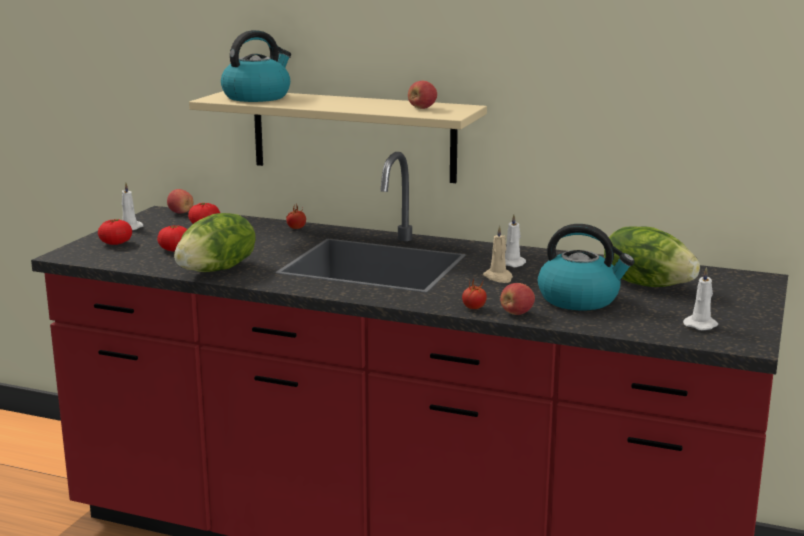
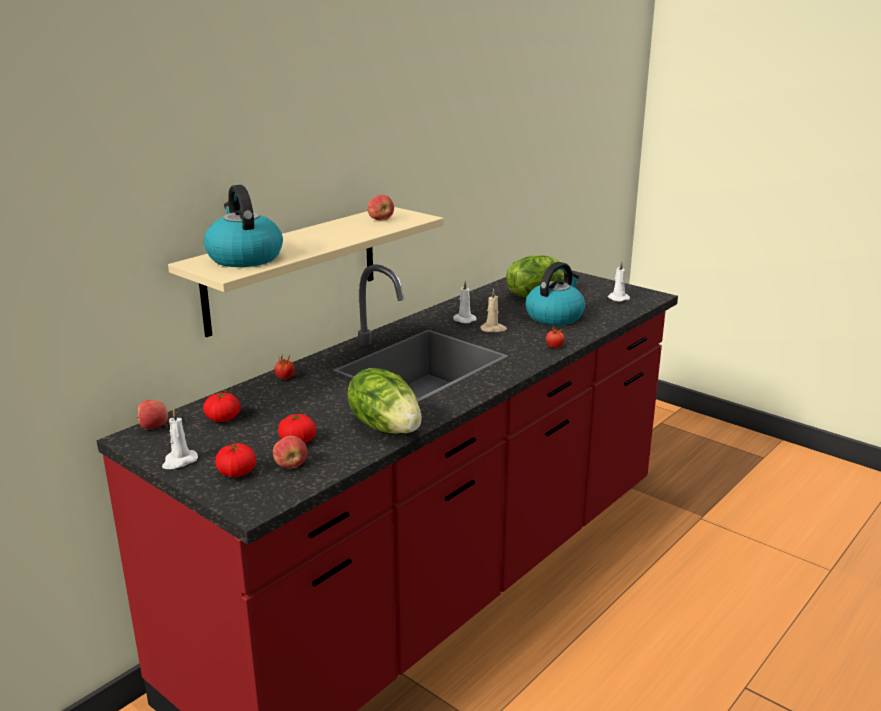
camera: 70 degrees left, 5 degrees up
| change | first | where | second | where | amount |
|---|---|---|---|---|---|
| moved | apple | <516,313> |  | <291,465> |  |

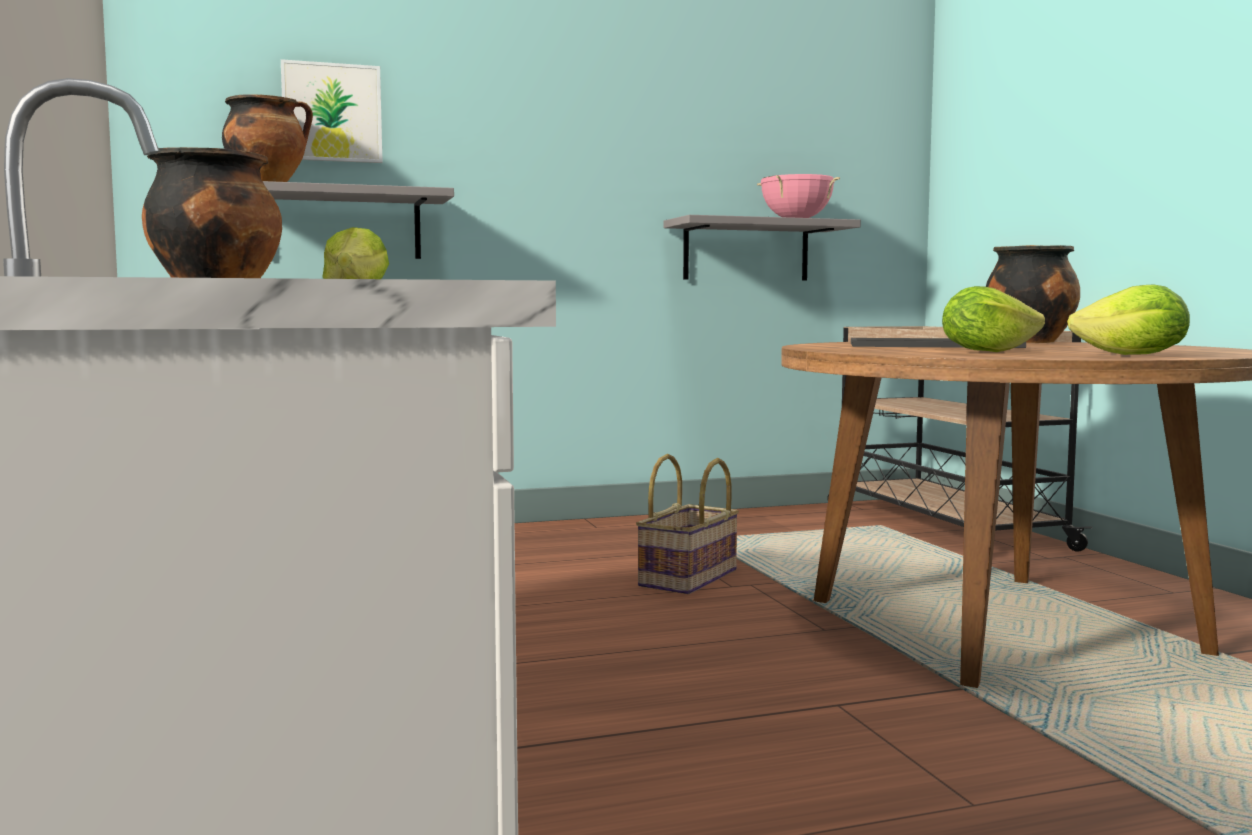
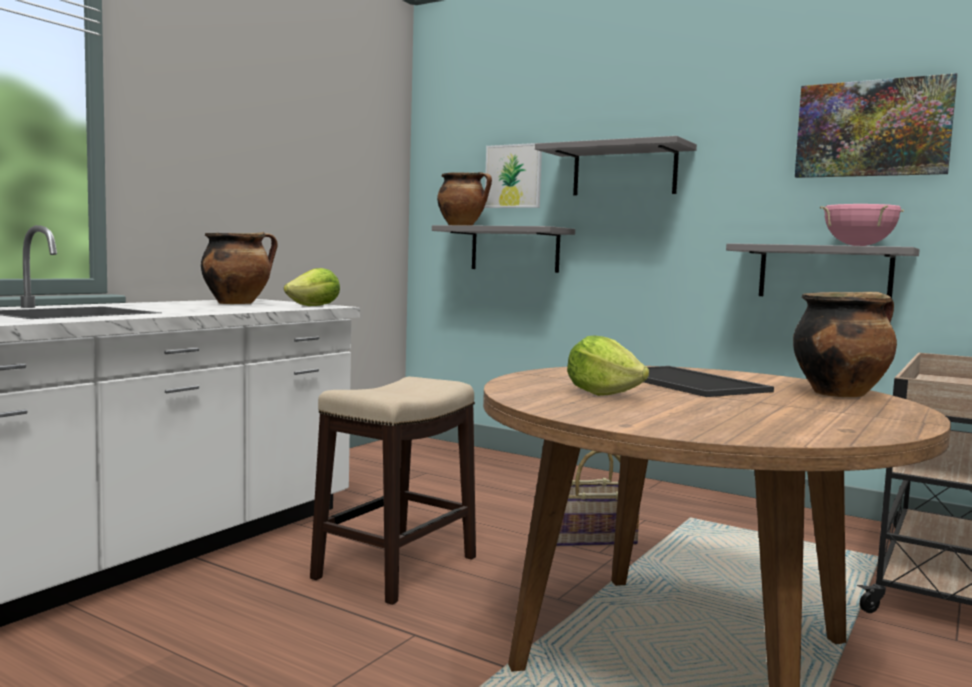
camera: 50 degrees right, 0 degrees up
| change | first | where | second | where | amount |
|---|---|---|---|---|---|
| removed | head of lettuce | <1133,355> |  |  |  |
| added |  |  | stool | <397,567> |  |
| added |  |  | gray bracket shelf | <624,171> |  |
| added |  |  | wall picture | <872,129> |  |

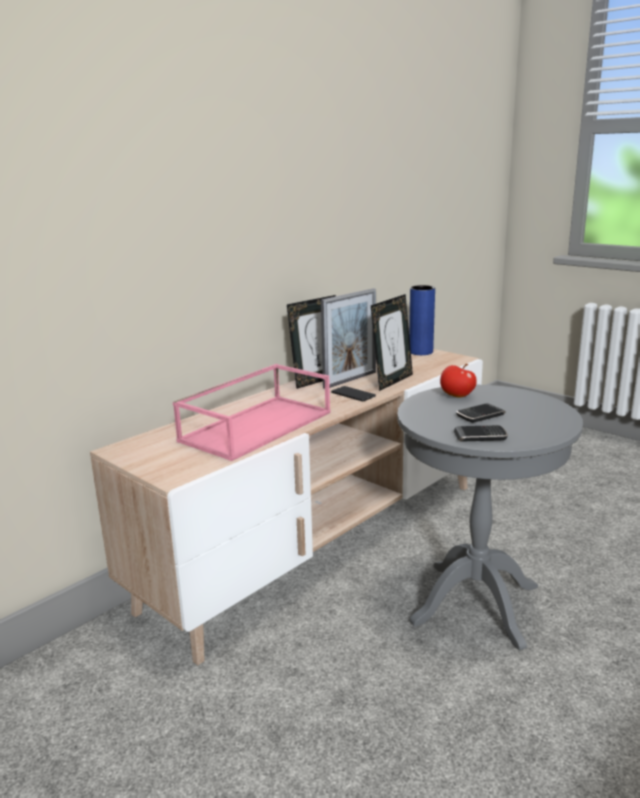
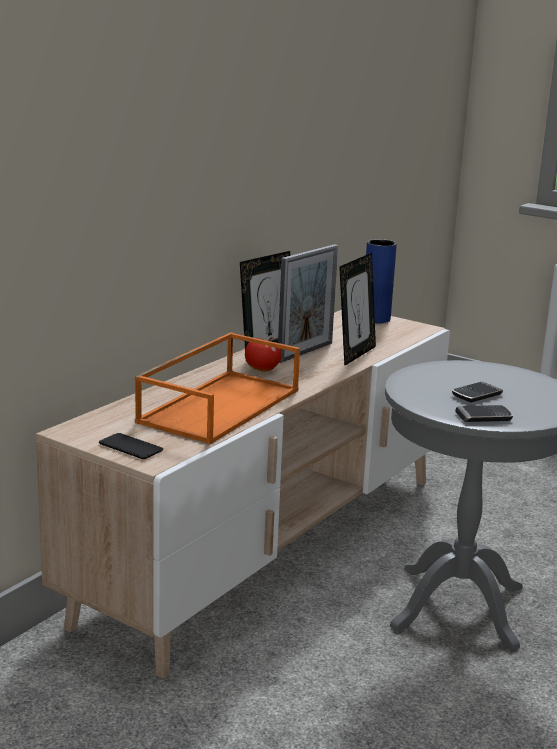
camera: 10 degrees left, 0 degrees up
| change | first | where | second | where | amount |
|---|---|---|---|---|---|
| moved | phone | <353,394> |  | <130,447> |  |
| moved | apple | <457,396> |  | <262,370> |  |
| recoloured | pink tray | <257,425> | orangey tray | <219,405> |  |

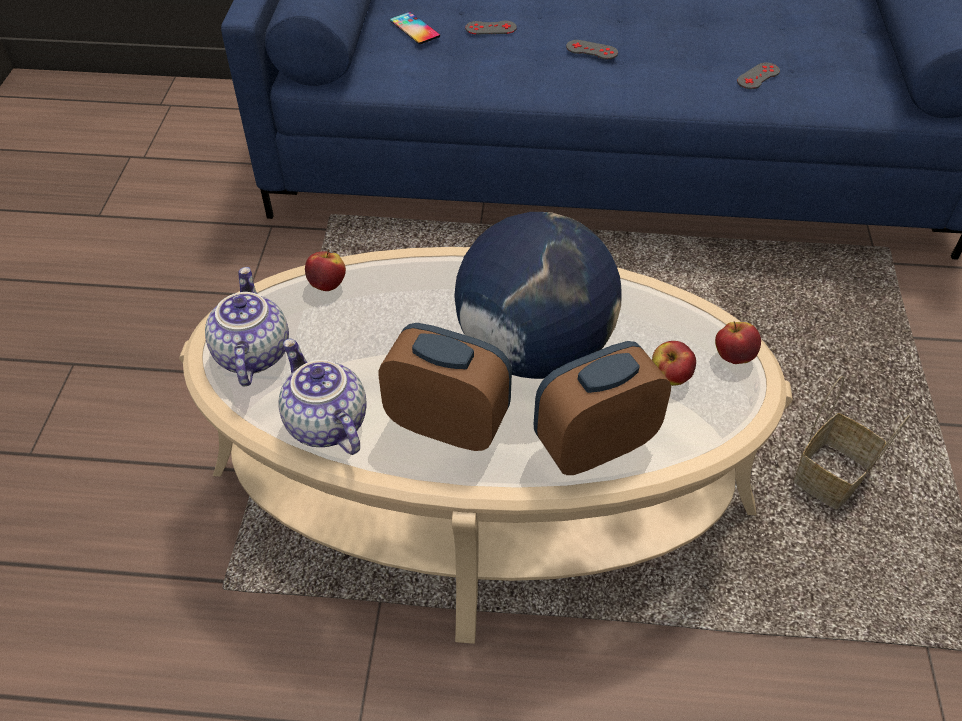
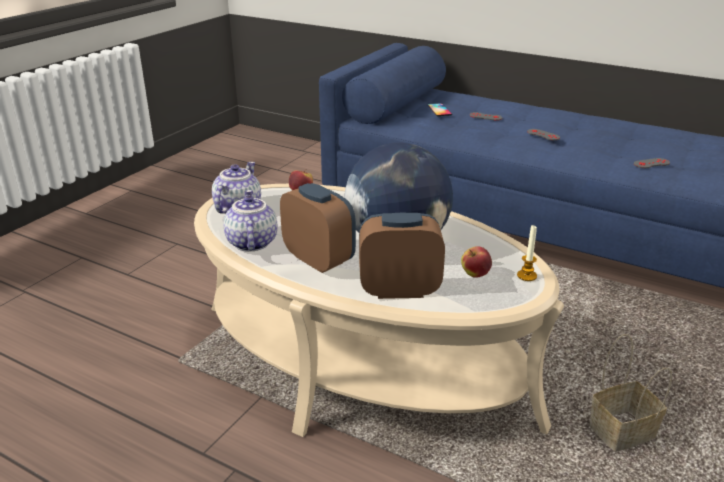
camera: 25 degrees right, 20 degrees down
| change | first | where | second | where | amount |
|---|---|---|---|---|---|
| replaced | apple | <733,356> | wax candle | <526,276> |  |

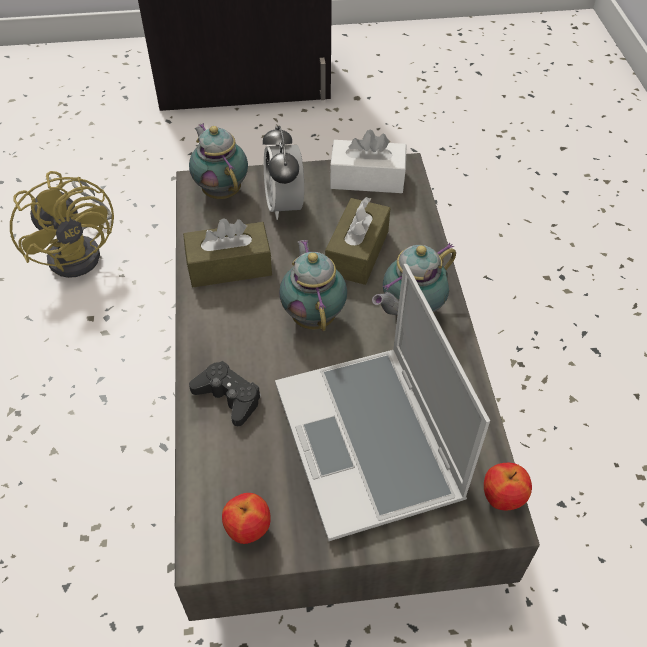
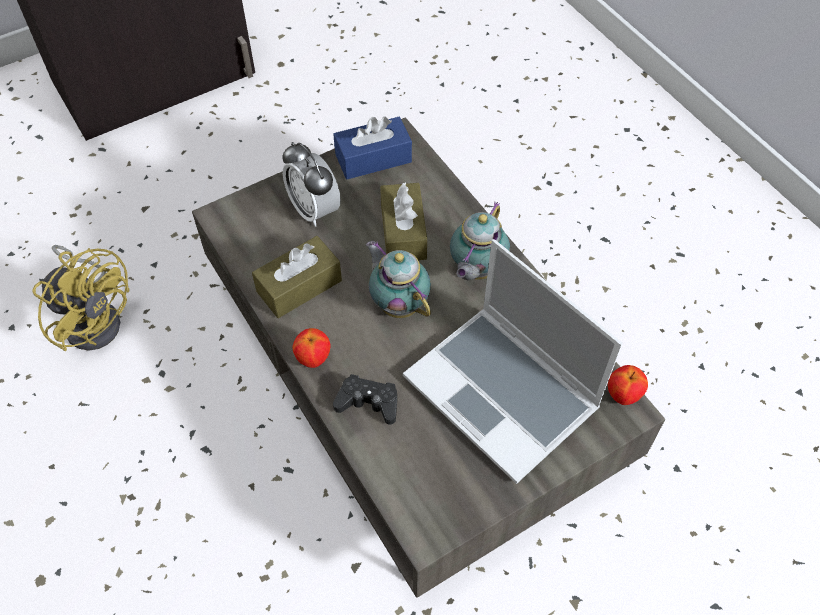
camera: 25 degrees left, 5 degrees up
| change | first | where | second | where | amount |
|---|---|---|---|---|---|
| removed | teapot | <221,190> |  |  |  |
| moved | apple | <248,530> |  | <313,359> |  |
| recoloured | white tissue holder | <367,178> | bluish tissue holder | <373,158> |  |

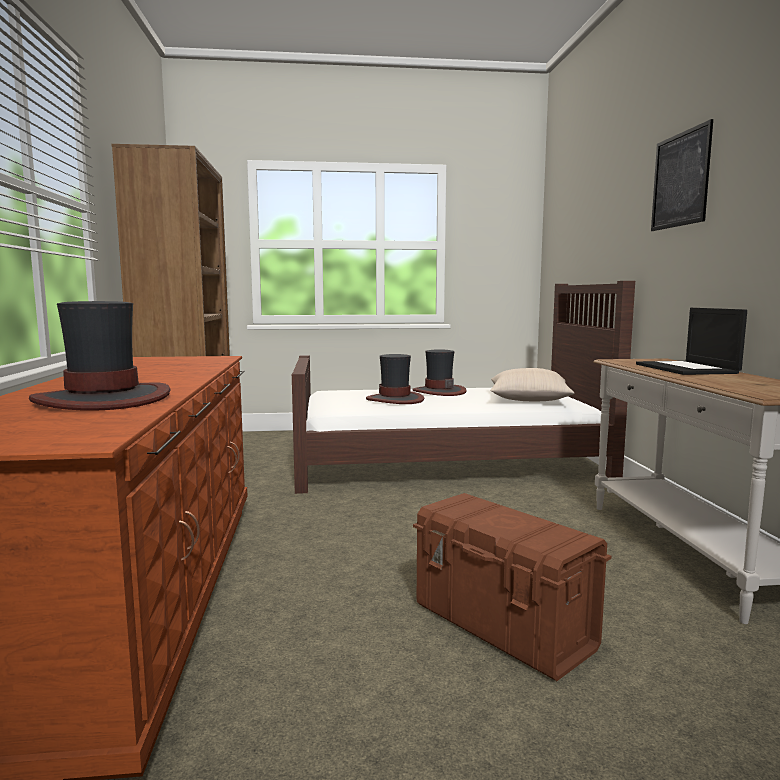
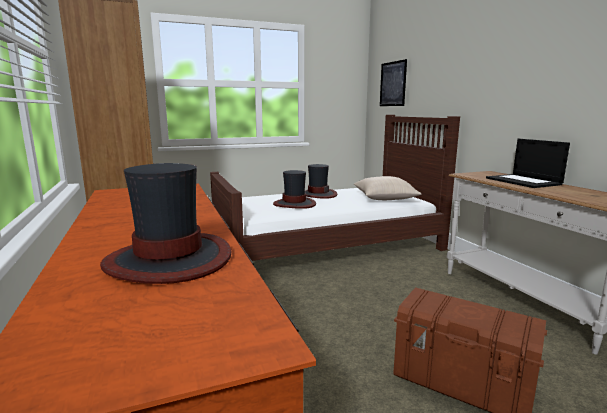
camera: 15 degrees left, 5 degrees up
| change | first | where | second | where | amount |
|---|---|---|---|---|---|
| moved | wall picture | <680,180> |  | <393,84> |  |

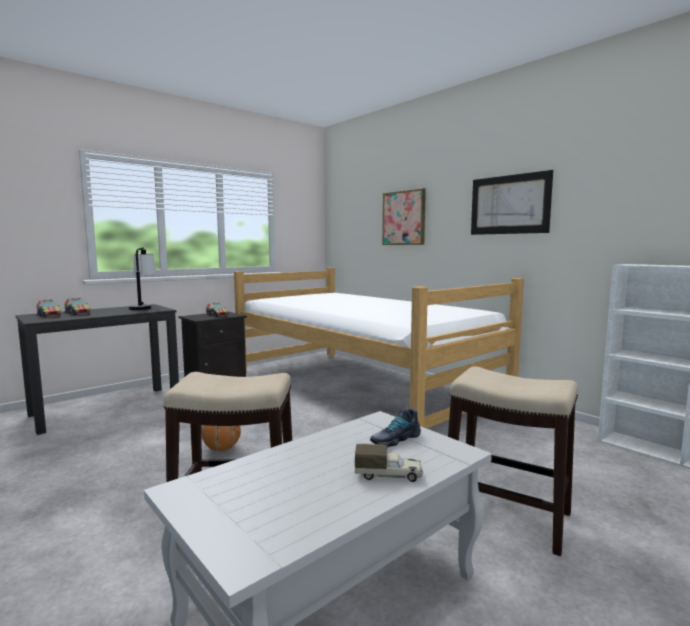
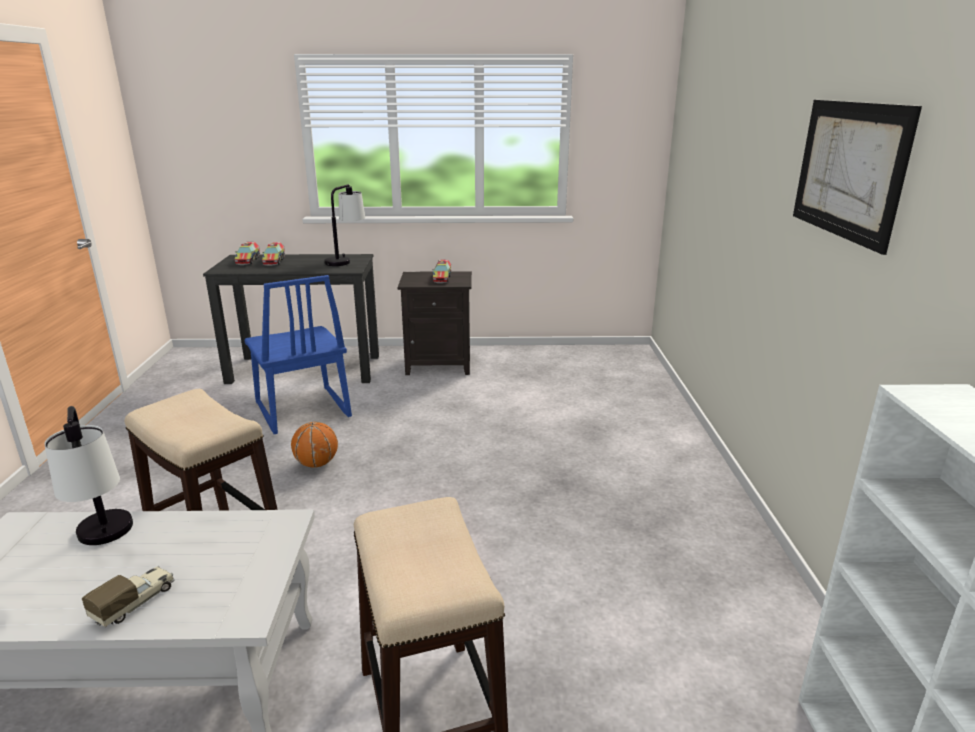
camera: 40 degrees right, 15 degrees up
| change | first | where | second | where | amount |
|---|---|---|---|---|---|
| removed | bed | <361,387> |  |  |  |
| removed | item of footwear | <395,439> |  |  |  |
| removed | wall picture | <404,218> |  |  |  |
| added |  |  | tabletop lamp | <108,543> |  |
| added |  |  | bluish upright chair | <301,411> |  |
| turned | toy truck | <388,475> |  | <135,602> | 105 degrees counterclockwise |

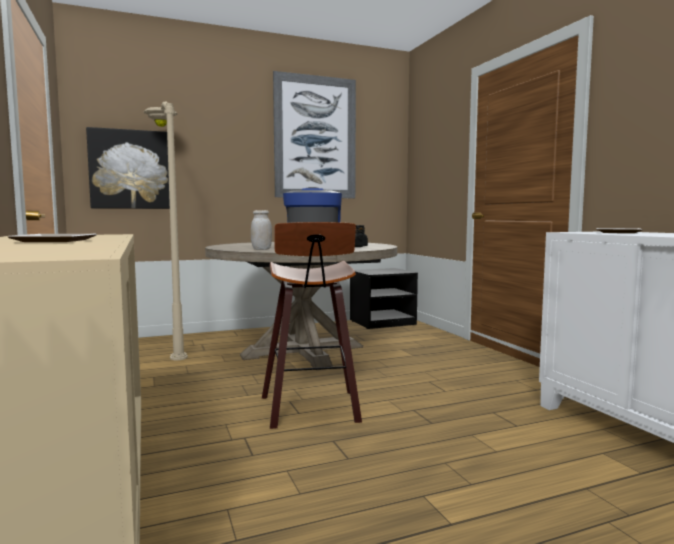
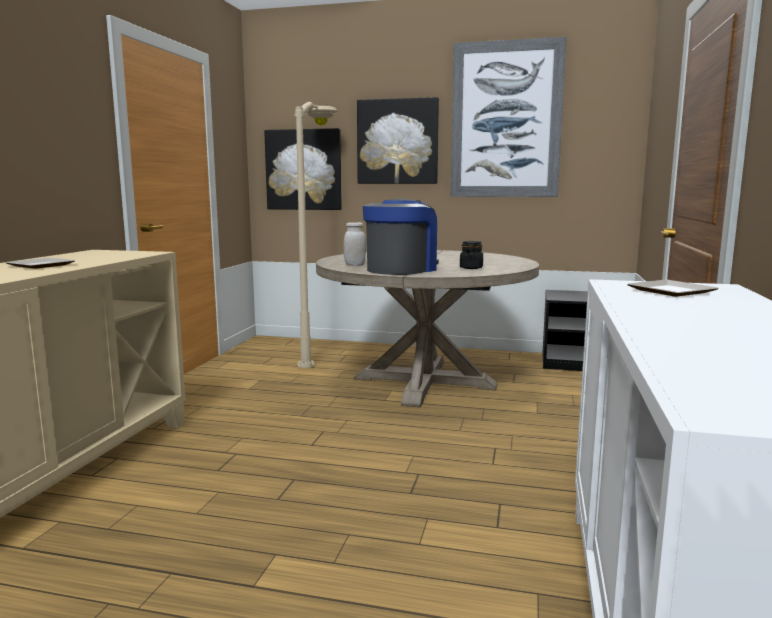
camera: 35 degrees right, 5 degrees up
| change | first | where | second | where | amount |
|---|---|---|---|---|---|
| removed | stool | <312,410> |  |  |  |
| added |  |  | wall picture | <397,142> |  |

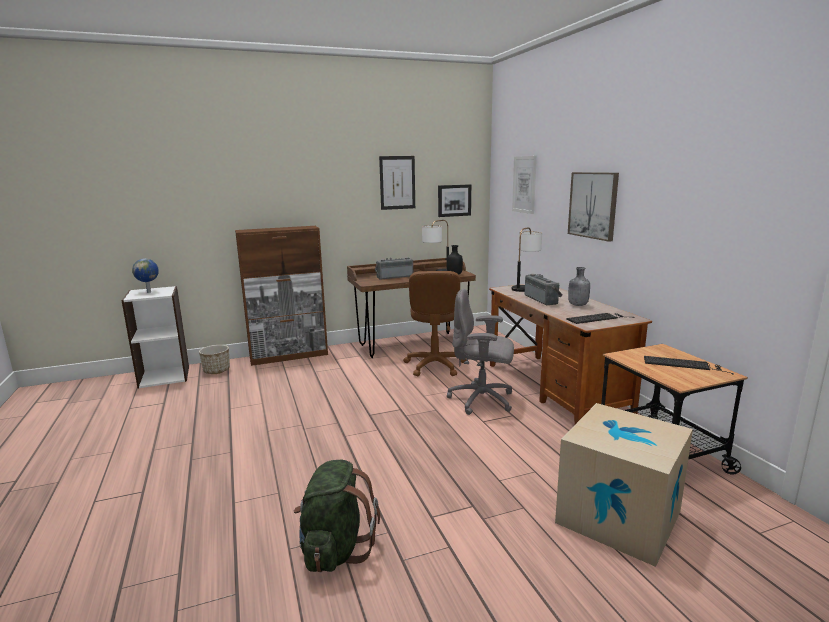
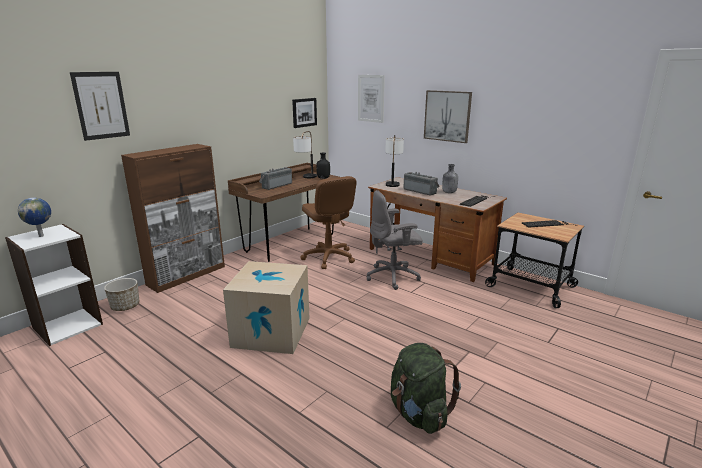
camera: 30 degrees left, 5 degrees up
| change | first | where | second | where | amount |
|---|---|---|---|---|---|
| moved | wall picture | <397,182> |  | <101,105> |  |
| moved | carton | <618,517> |  | <271,332> |  |

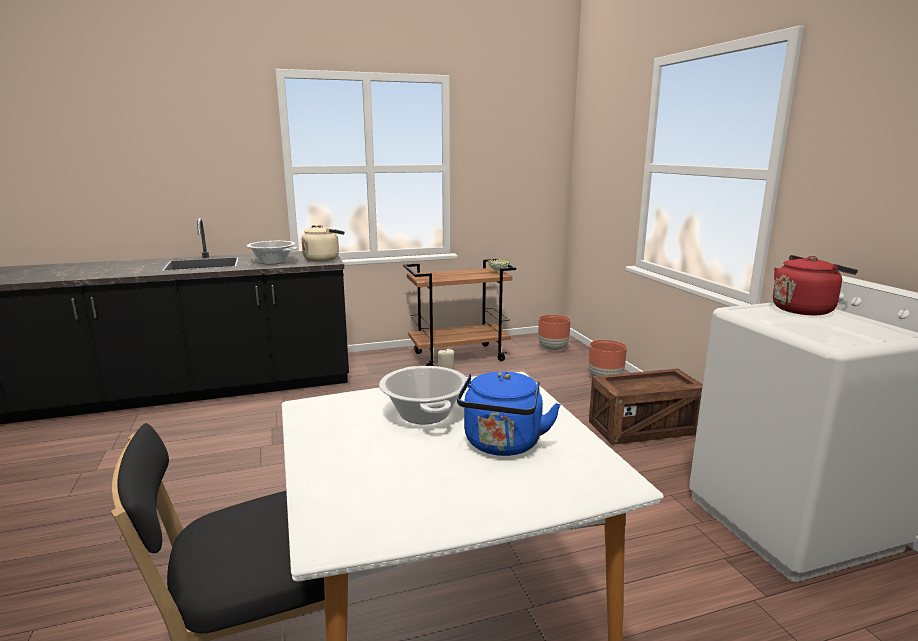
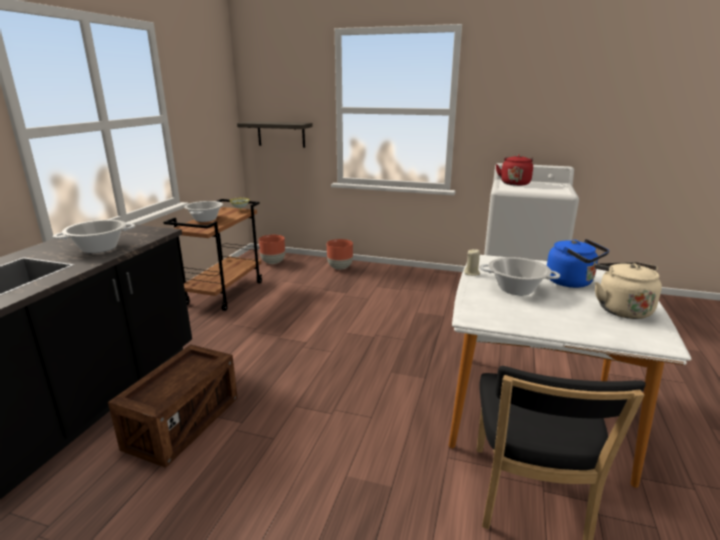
camera: 55 degrees left, 5 degrees up
| change | first | where | second | where | amount |
|---|---|---|---|---|---|
| added |  |  | saucepot | <205,219> |  |
| added |  |  | bracket shelf | <281,134> |  |
| moved | beige water kettle | <323,259> |  | <621,309> |  |
| moved | crate | <643,428> |  | <183,423> |  |

